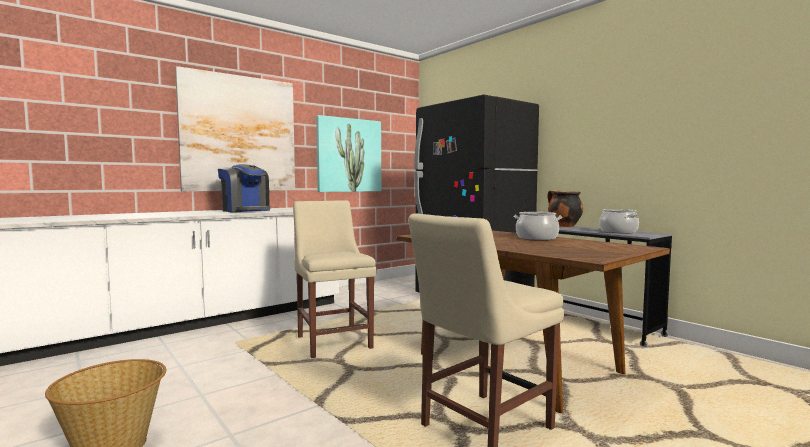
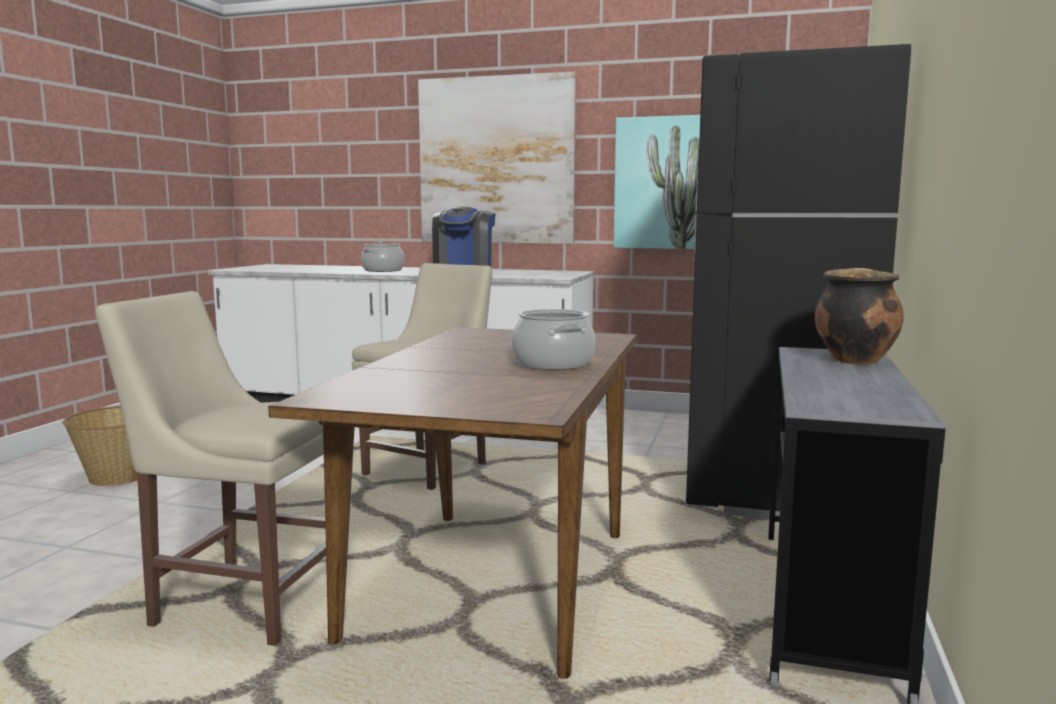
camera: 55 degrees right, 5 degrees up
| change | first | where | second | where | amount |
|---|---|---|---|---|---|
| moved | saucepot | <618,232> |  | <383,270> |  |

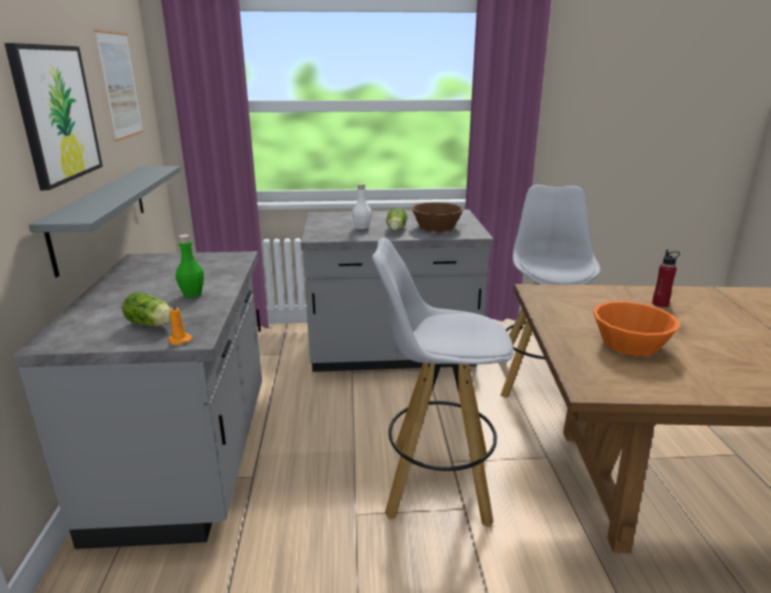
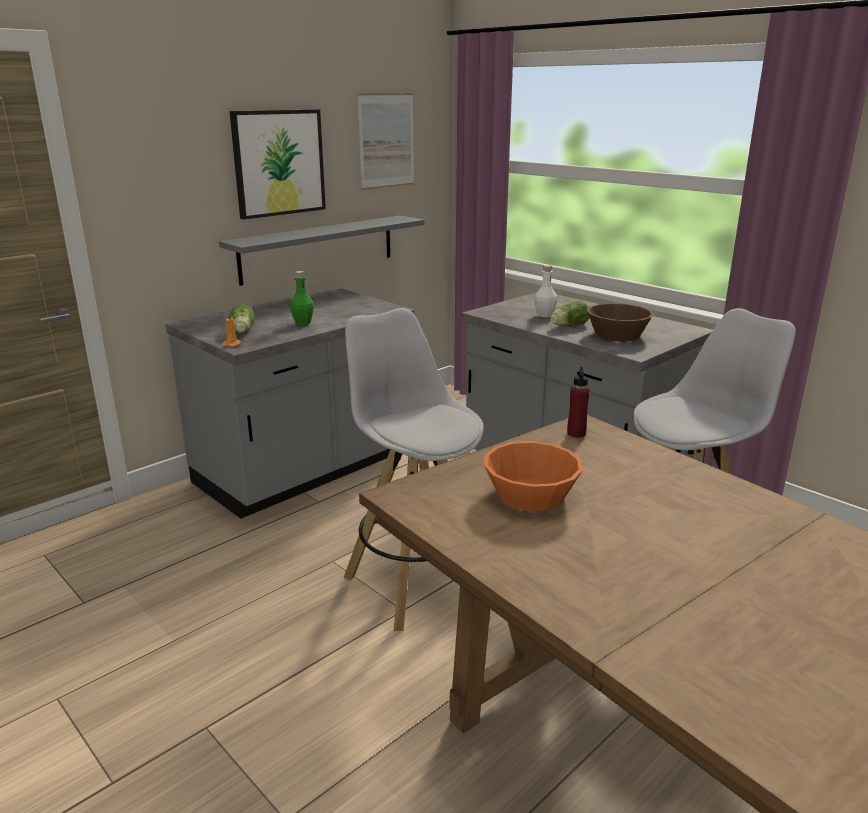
camera: 50 degrees right, 0 degrees up
| change | first | where | second | where | amount |
|---|---|---|---|---|---|
| moved | red-coloured bottle | <660,304> |  | <576,433> |  |

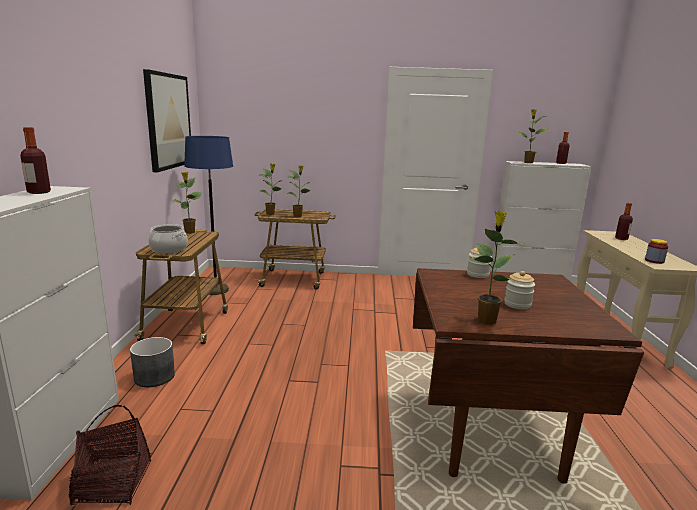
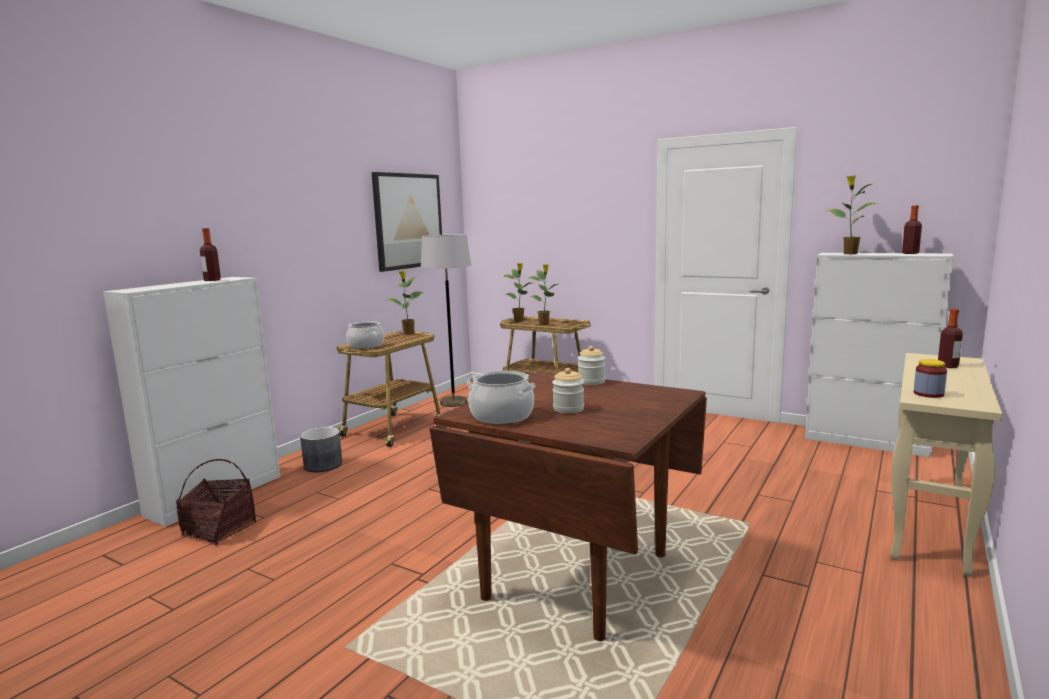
camera: 30 degrees right, 5 degrees down
| change | first | where | second | where | amount |
|---|---|---|---|---|---|
| replaced | potted plant | <486,320> | saucepot | <501,416> |  |
| recoloured | bluish standard lamp | <216,290> | gray standard lamp | <453,402> |  |

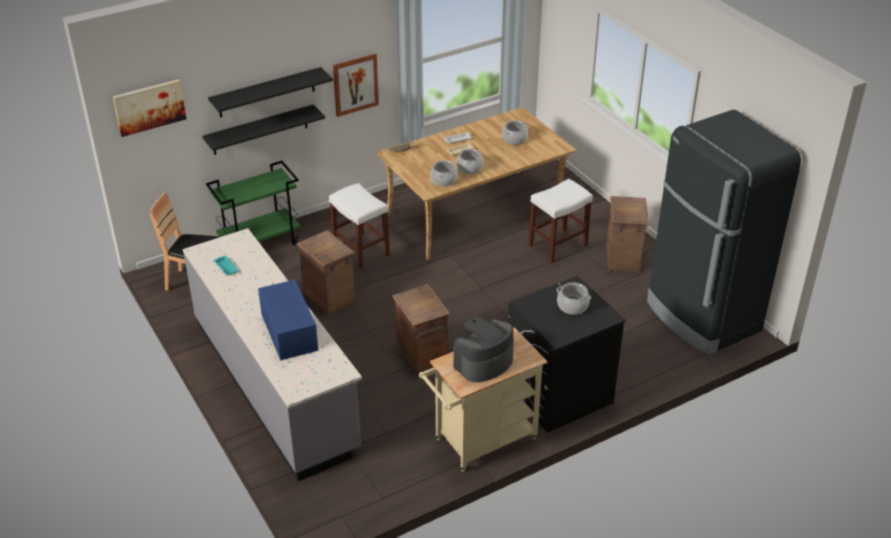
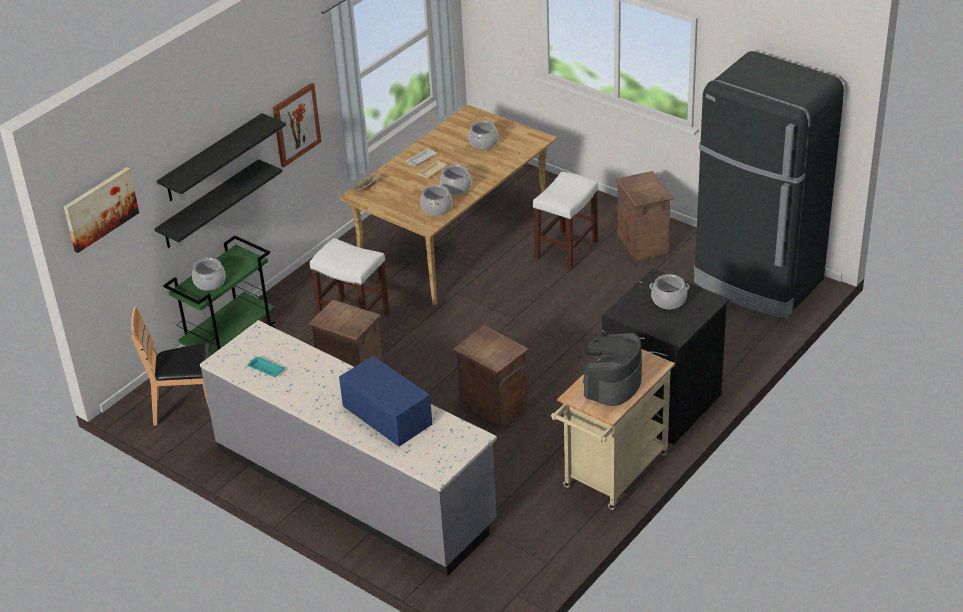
camera: 20 degrees left, 0 degrees up
| change | first | where | second | where | amount |
|---|---|---|---|---|---|
| added |  |  | saucepot | <210,282> |  |

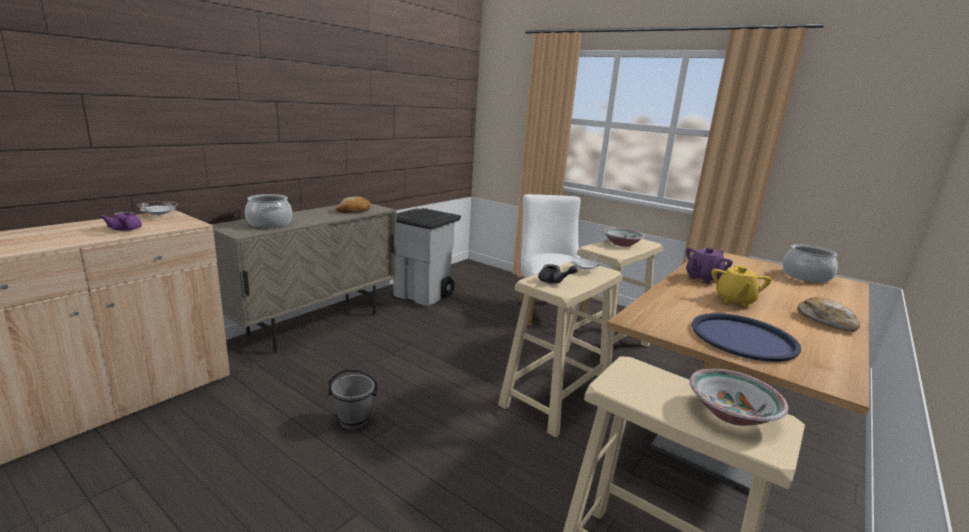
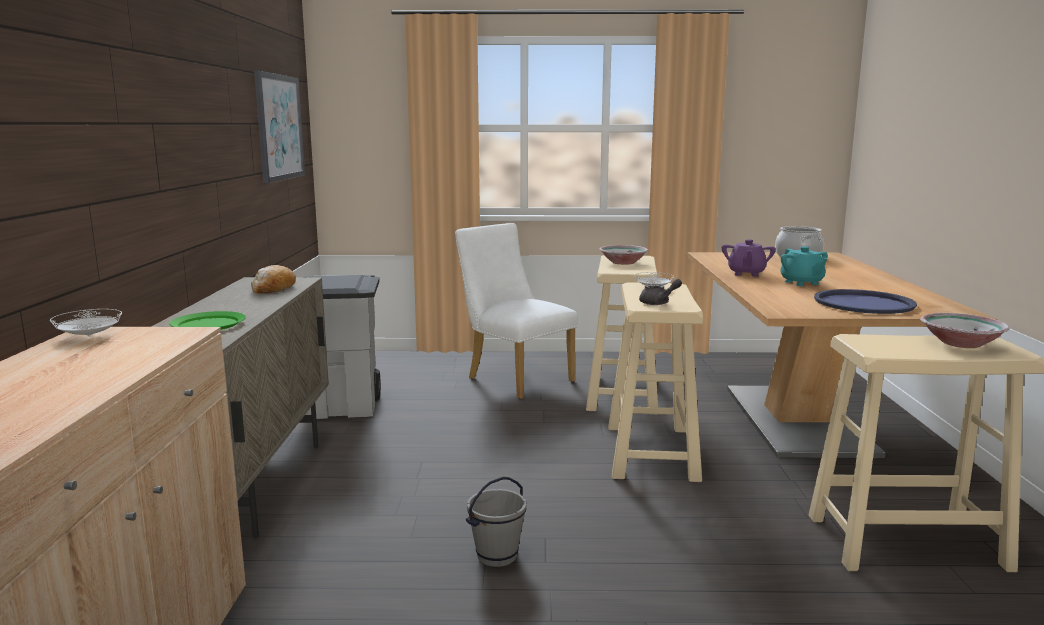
camera: 35 degrees left, 5 degrees down
| change | first | where | second | where | amount |
|---|---|---|---|---|---|
| removed | purple-coloured teapot | <125,230> |  |  |  |
| removed | bakery bread | <825,321> |  |  |  |
| added |  |  | wall picture | <279,127> |  |
| replaced | saucepot | <269,223> | greenish flat dish | <208,325> |  |
| recoloured | yellowish teapot | <734,301> | turquoise-coloured teapot | <801,283> |  |

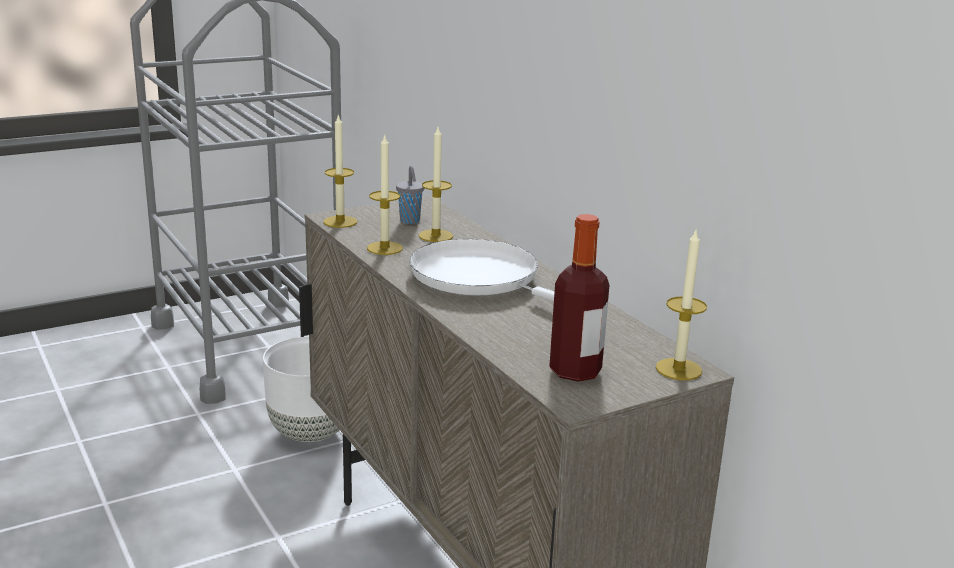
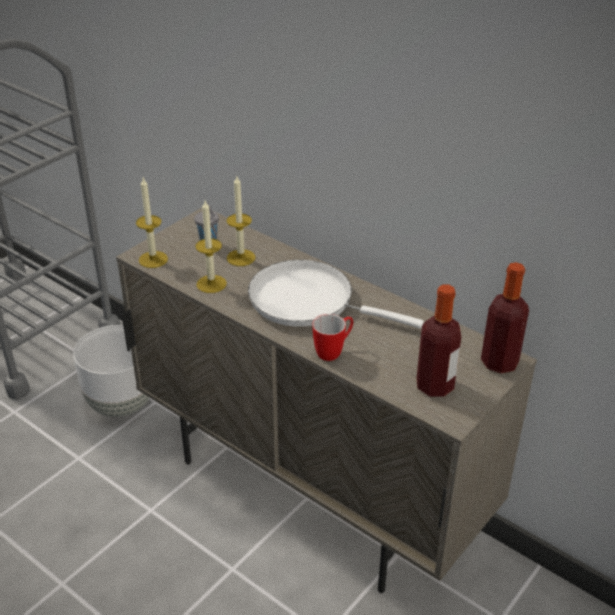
camera: 20 degrees left, 15 degrees up
| change | first | where | second | where | amount |
|---|---|---|---|---|---|
| added |  |  | mug | <333,351> |  |
| replaced | wax candle | <678,369> | bottle | <499,362> |  |

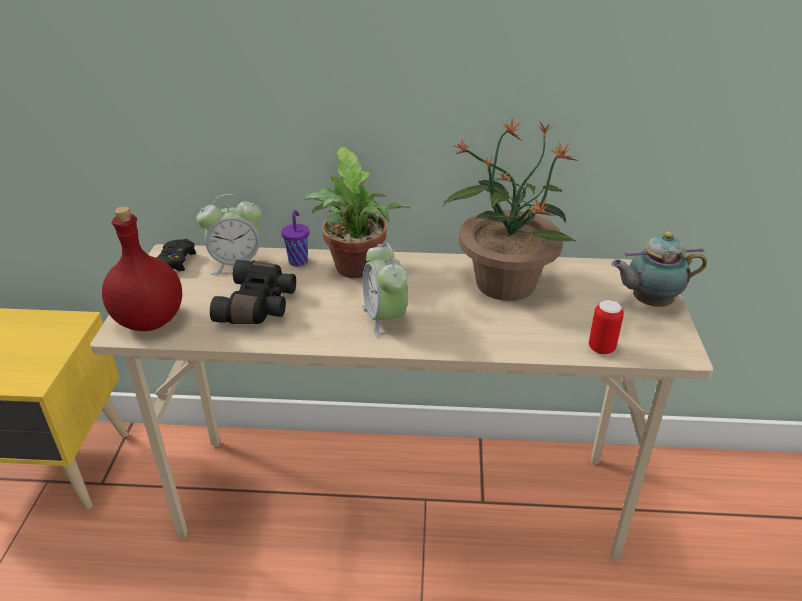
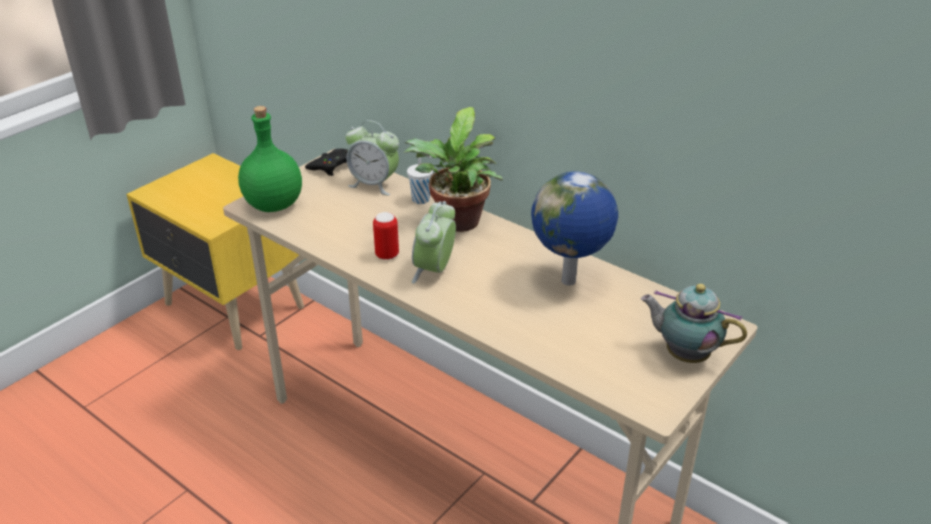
camera: 35 degrees right, 0 degrees up
| change | first | where | second | where | amount |
|---|---|---|---|---|---|
| removed | blackish pair of binoculars | <259,305> |  |  |  |
| moved | sealed can | <601,348> |  | <387,255> |  |
| replaced | potted plant | <505,282> | globe | <570,282> |  |
| recoloured | red-coloured bottle | <150,321> | greenish bottle | <274,205> |  |
| recoloured | purple-coloured small cup | <298,261> | white small cup | <421,199> |  |

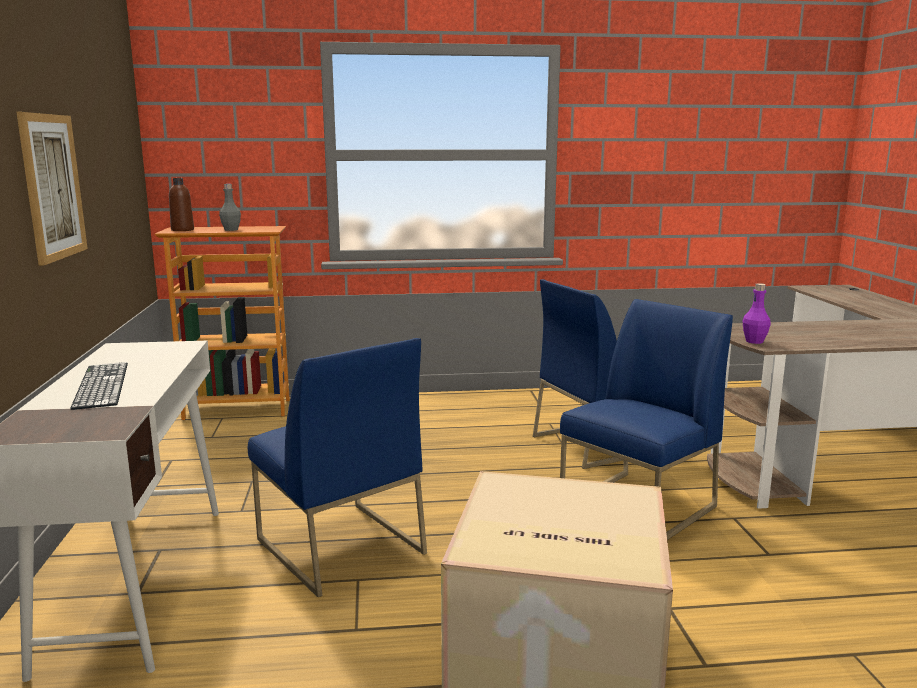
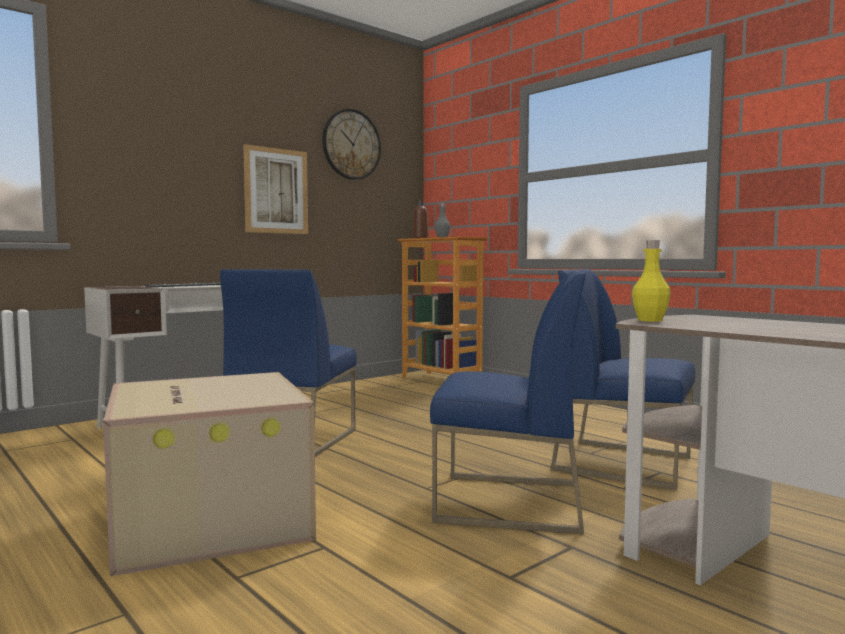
camera: 55 degrees right, 10 degrees down
| change | first | where | second | where | amount |
|---|---|---|---|---|---|
| added |  |  | clock on the wall | <351,144> |  |
| recoloured | purple-coloured bottle | <754,341> | yellowish bottle | <650,320> |  |

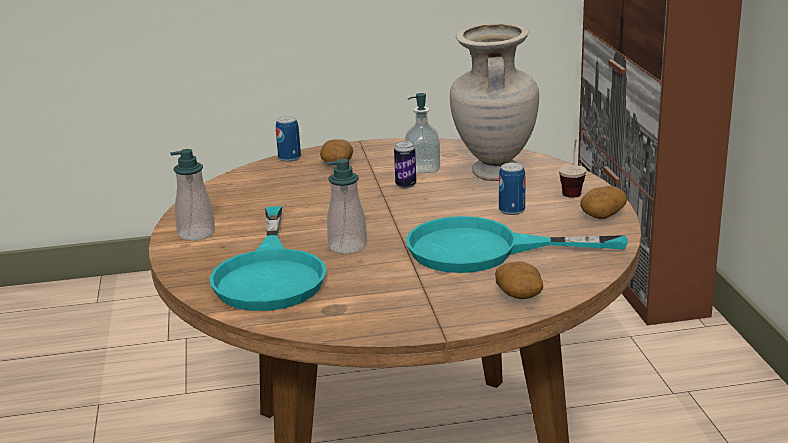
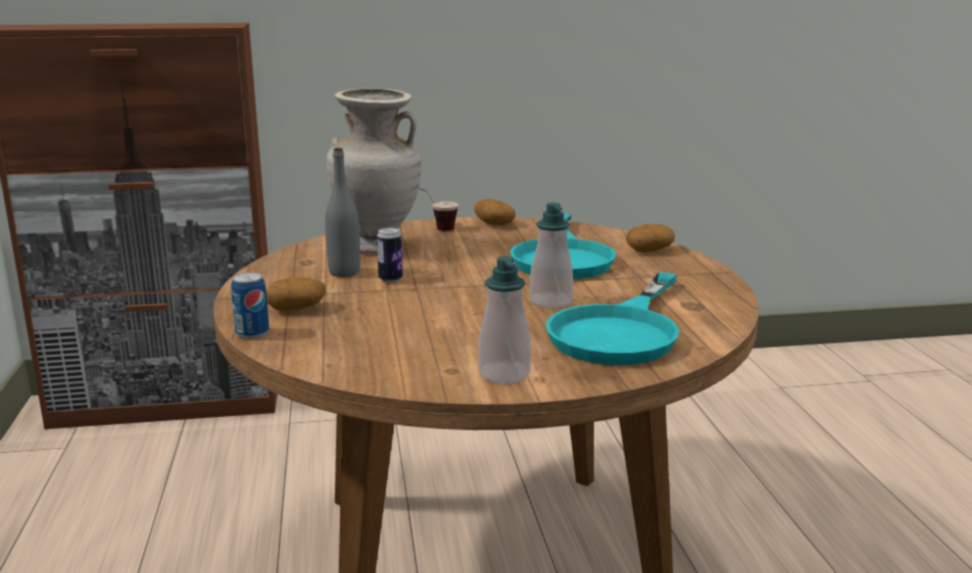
camera: 90 degrees left, 5 degrees down
| change | first | where | second | where | amount |
|---|---|---|---|---|---|
| removed | sealed can | <511,210> |  |  |  |
| replaced | soap dispenser | <423,169> | gray bottle | <344,272> |  |
| turned | turquoise-coloured skillet | <270,274> |  | <620,331> | 120 degrees clockwise |

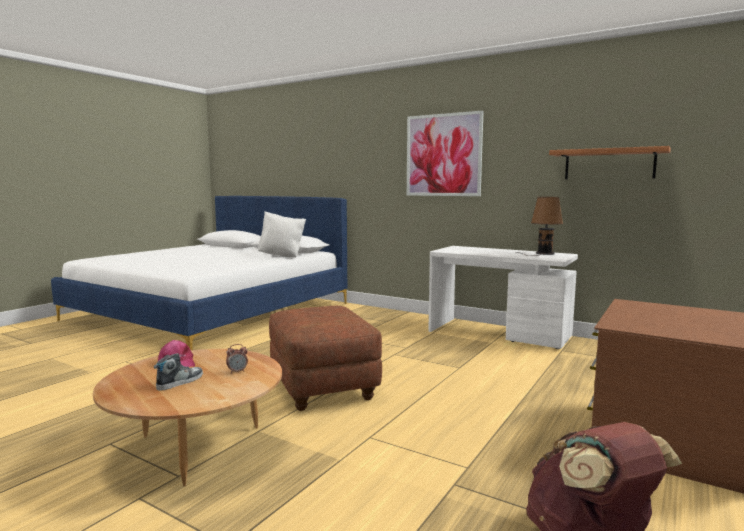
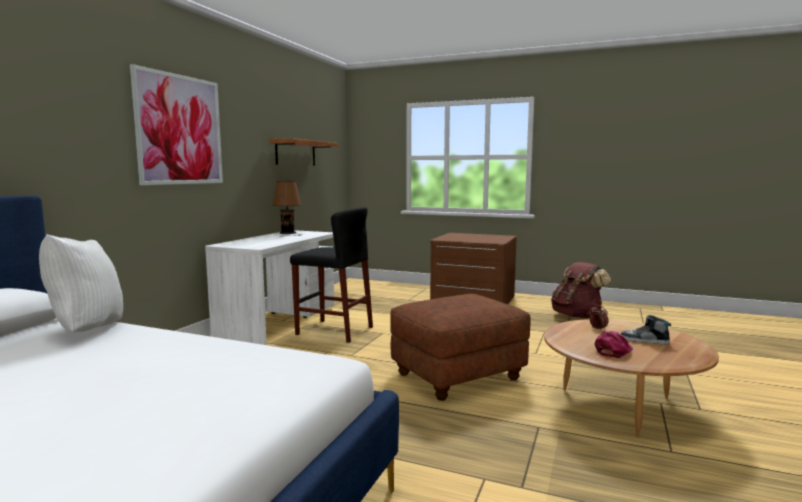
camera: 100 degrees left, 0 degrees up
| change | first | where | second | where | amount |
|---|---|---|---|---|---|
| added |  |  | blackish stool | <334,331> |  |

